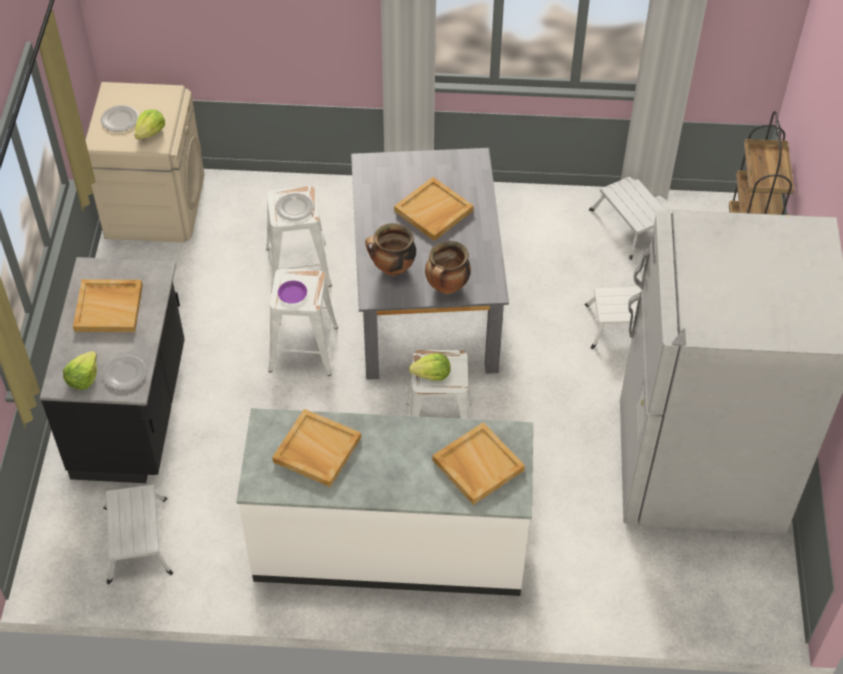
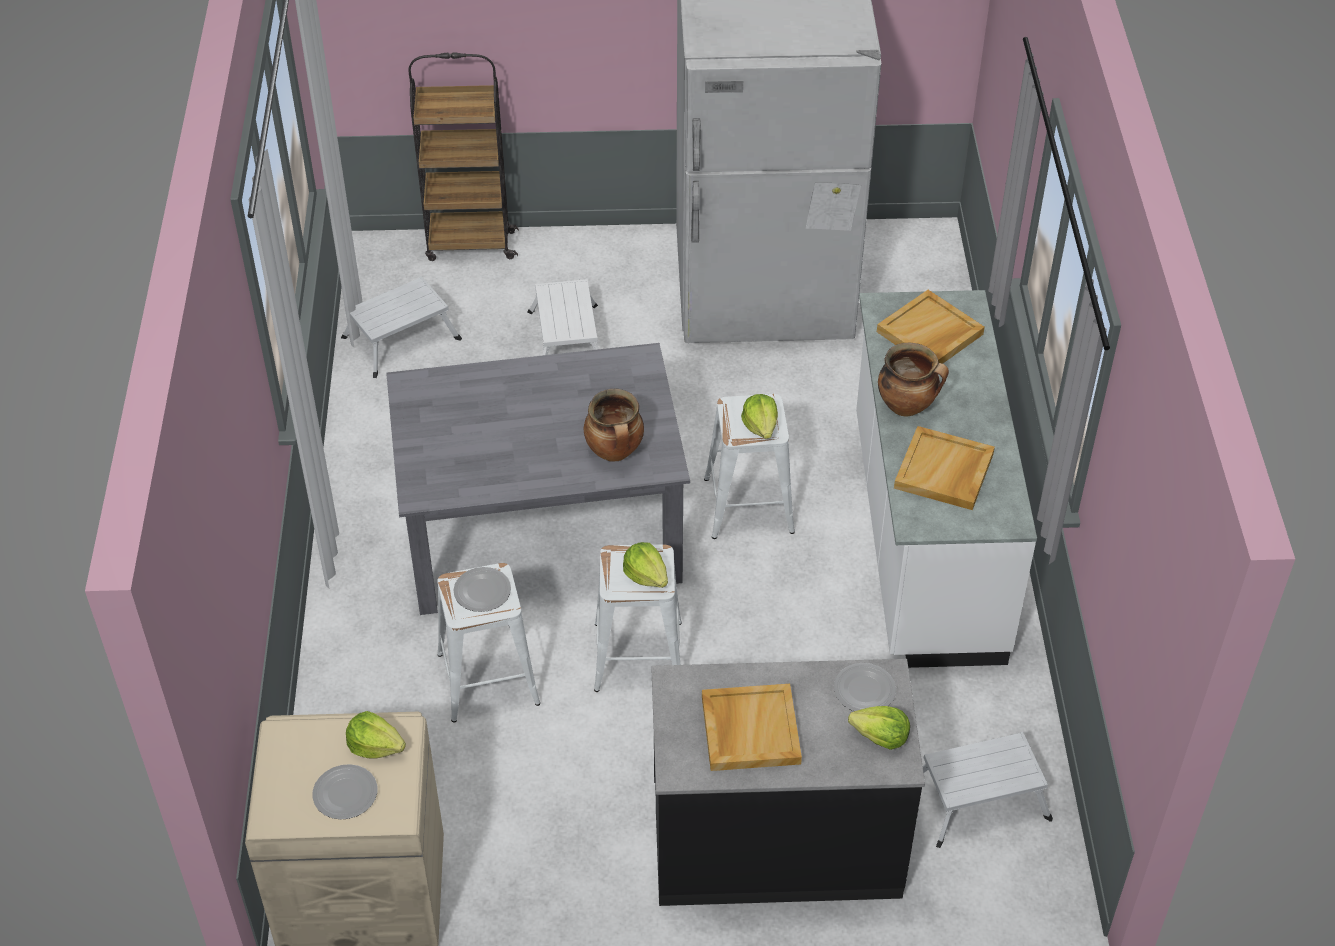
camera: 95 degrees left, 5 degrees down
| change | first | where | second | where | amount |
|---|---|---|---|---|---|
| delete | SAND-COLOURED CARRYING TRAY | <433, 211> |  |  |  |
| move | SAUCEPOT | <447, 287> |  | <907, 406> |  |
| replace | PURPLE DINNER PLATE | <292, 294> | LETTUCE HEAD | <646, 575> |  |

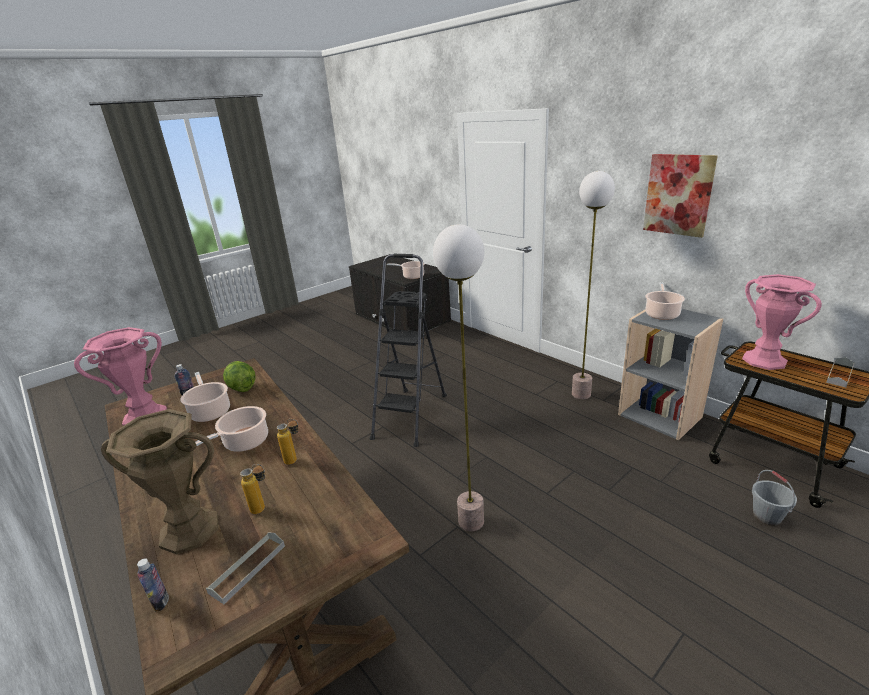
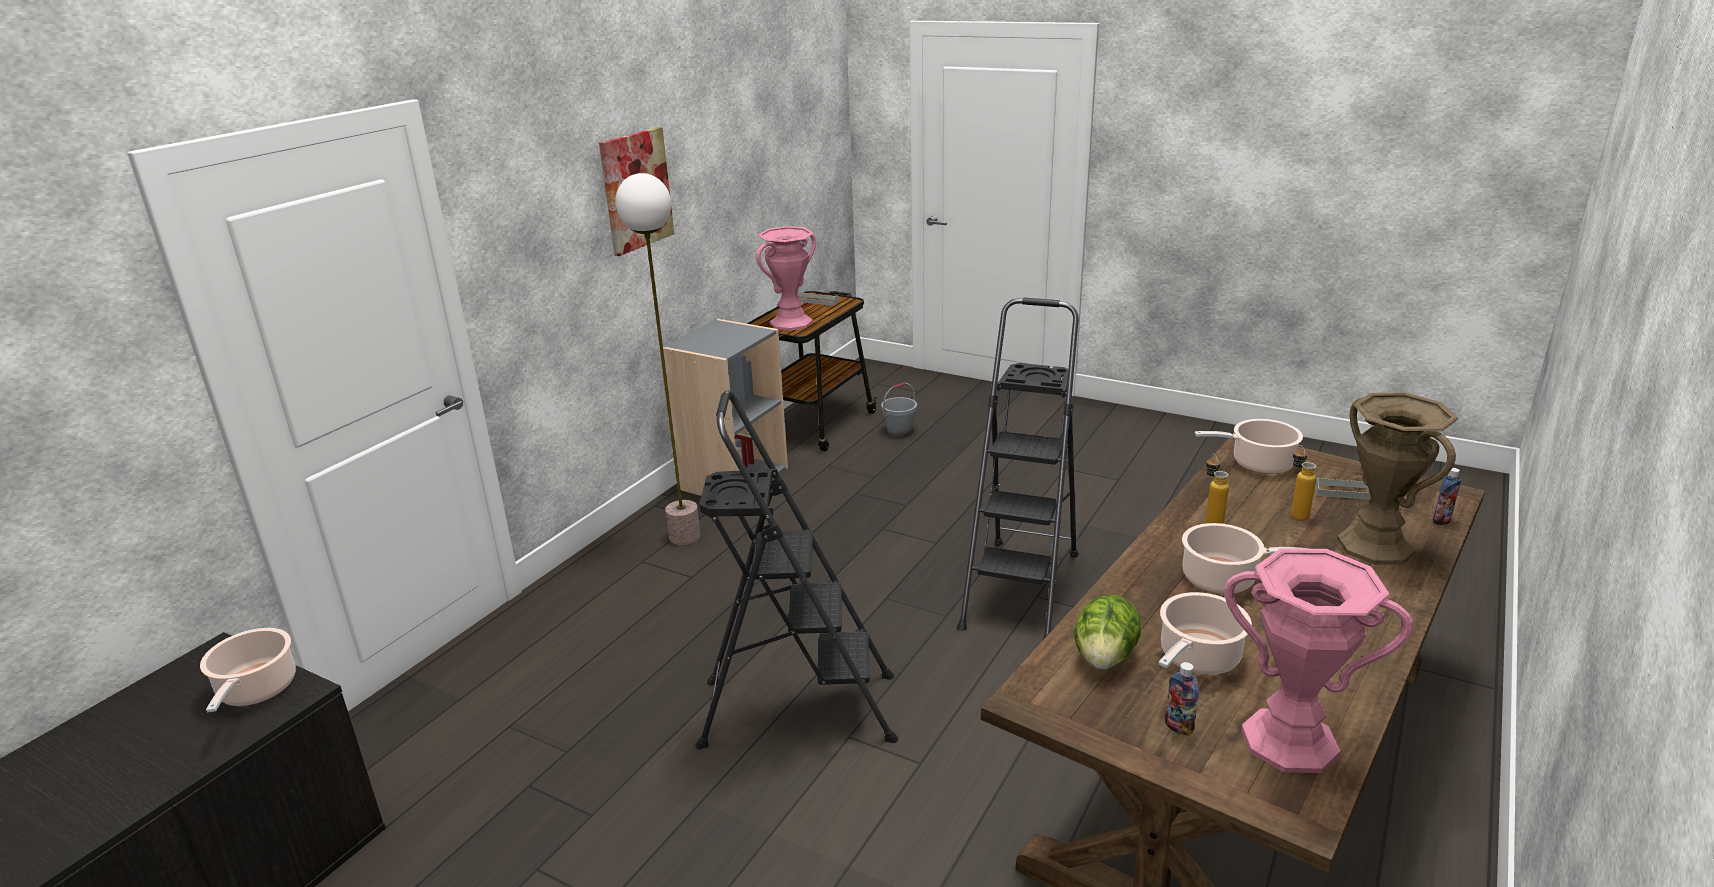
camera: 110 degrees left, 0 degrees up
| change | first | where | second | where | amount |
|---|---|---|---|---|---|
| replace | STANDARD LAMP | <471, 521> | STEP STOOL | <1021, 588> |  |
| move | SAUCEPOT | <661, 314> |  | <1258, 463> |  |

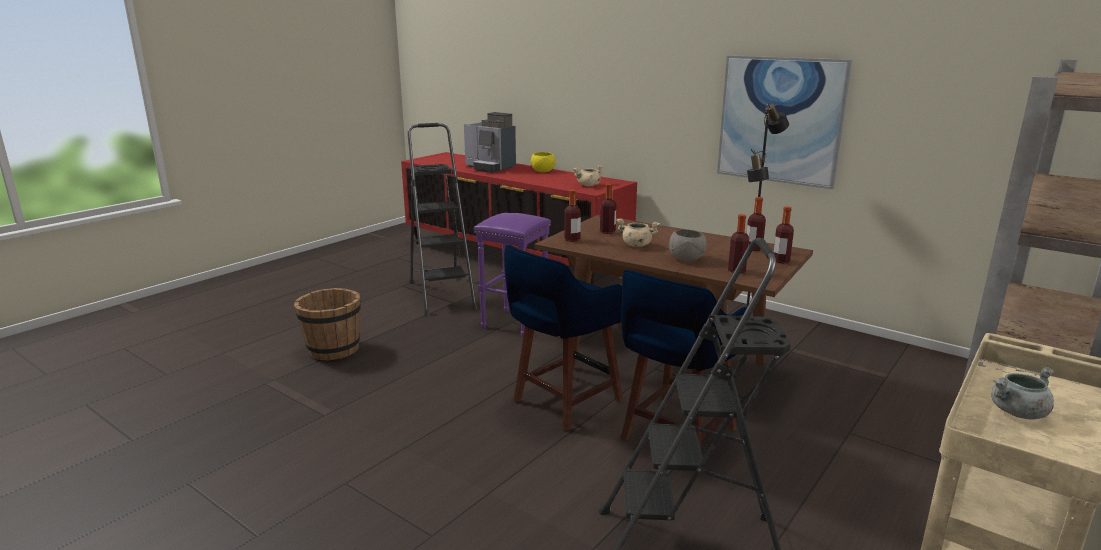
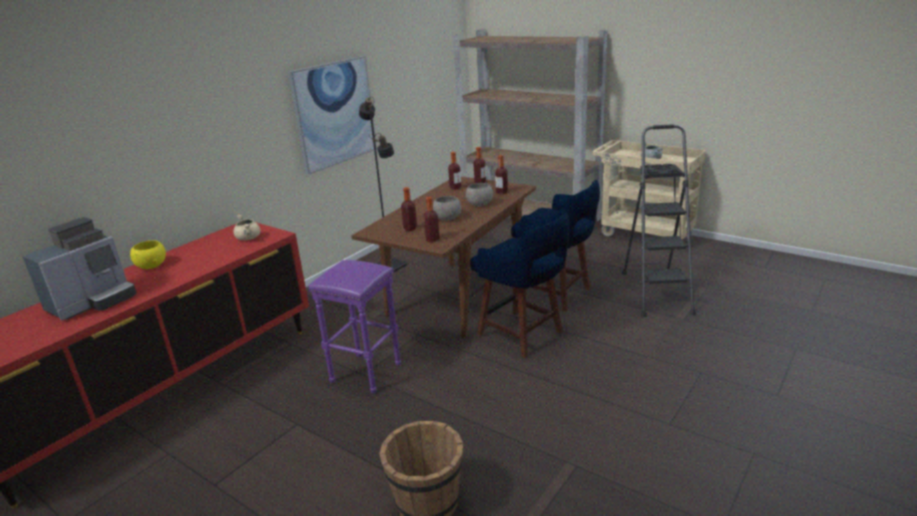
camera: 90 degrees left, 5 degrees up
| change | first | where | second | where | amount |
|---|---|---|---|---|---|
| delete | STEP STOOL | <441, 294> |  |  |  |
| replace | SAND-COLOURED SAUCEPOT | <636, 245> | GREY SERVING BOWL | <448, 218> |  |

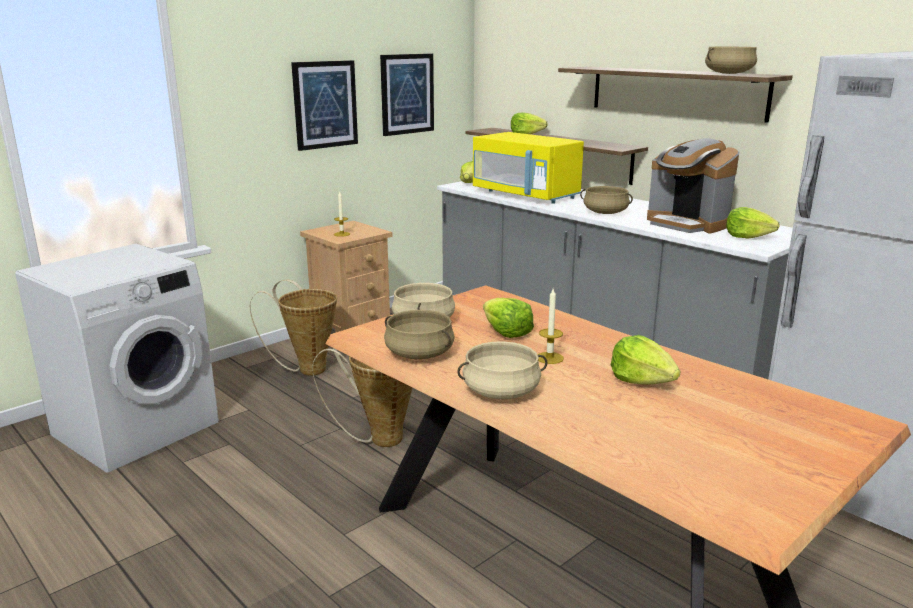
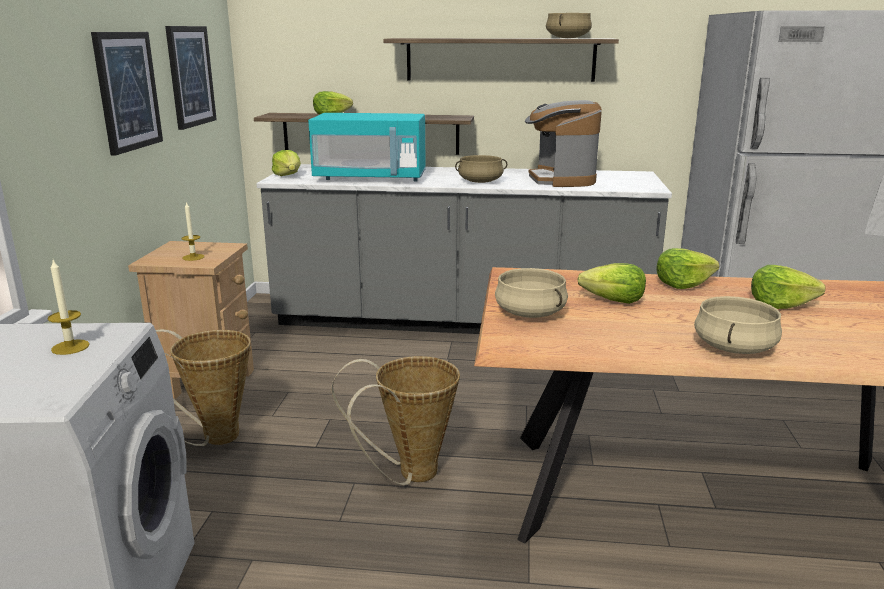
camera: 40 degrees left, 0 degrees up
| change | first | where | second | where | amount |
|---|---|---|---|---|---|
| recolor | YELLOW-COLOURED MICROWAVE OVEN | <525, 195> | BLUE-GREEN MICROWAVE OVEN | <371, 178> |  |
| rotate | COFFEE MACHINE | <687, 224> |  | <561, 180> | 75 degrees clockwise |
| move | LETTUCE HEAD | <747, 236> |  | <682, 284> |  |
| move | WAX CANDLE | <549, 358> |  | <70, 347> |  |
| delete | SAND-COLOURED SAUCEPOT | <419, 354> |  |  |  |

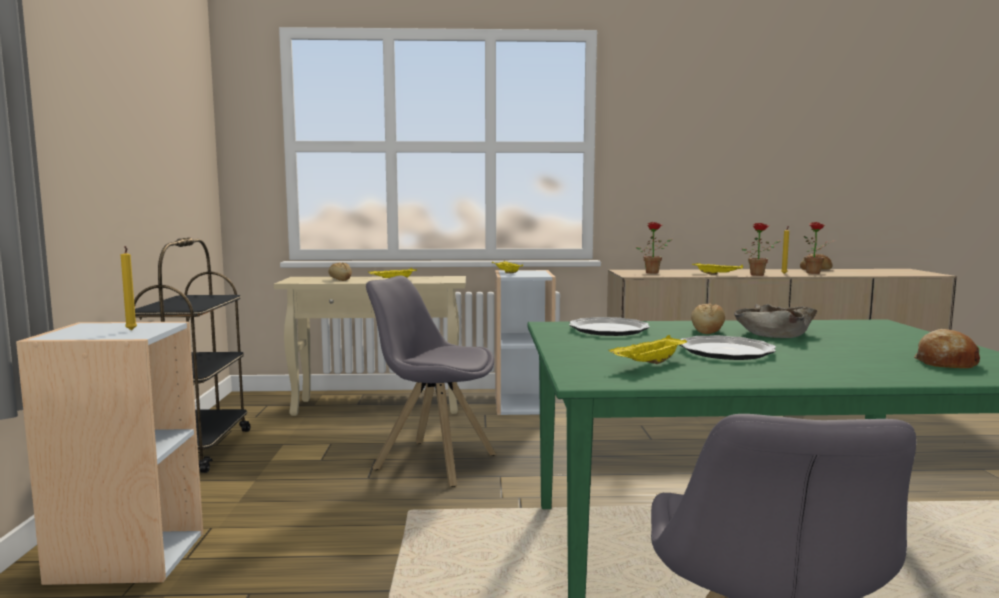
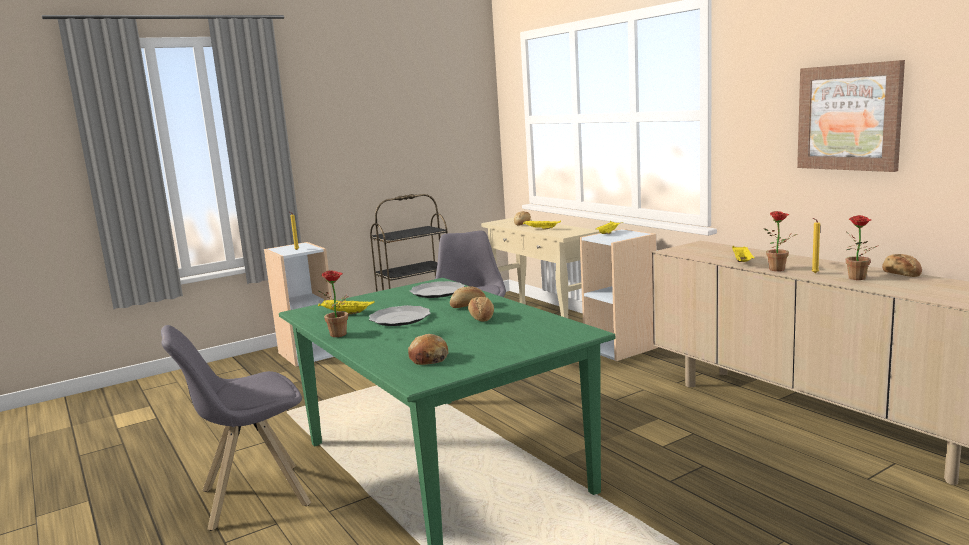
camera: 60 degrees right, 5 degrees up
| change | first | where | second | where | amount |
|---|---|---|---|---|---|
| move | PLANT IN A POT | <654, 272> |  | <341, 335> |  |
| replace | SAND-COLOURED SERVING BOWL | <774, 333> | BAKERY BREAD | <481, 318> |  |
| insert |  |  | WALL ART | <849, 117> |  |

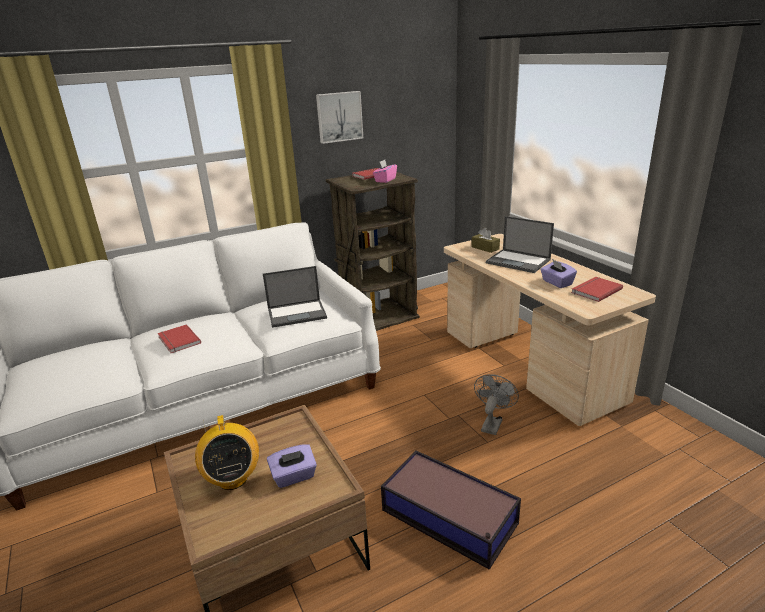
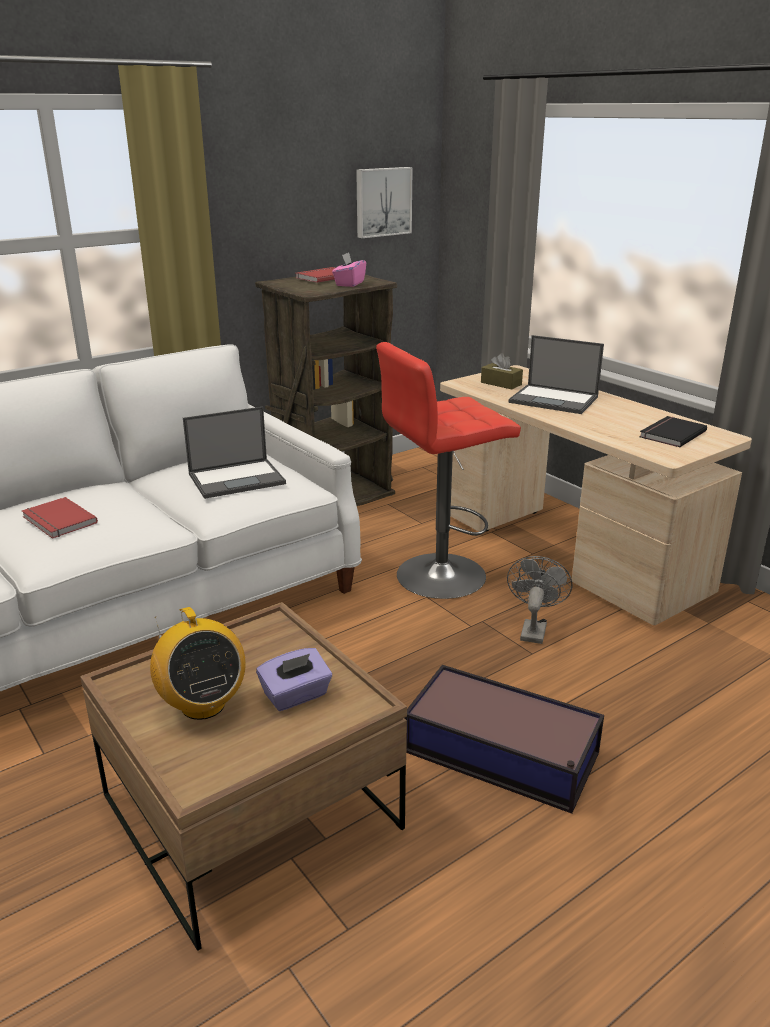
camera: 10 degrees left, 0 degrees up
| change | first | where | second | where | amount |
|---|---|---|---|---|---|
| move | WALL ART | <339, 117> |  | <382, 202> |  |
| delete | PURPLE TISSUE HOLDER | <556, 283> |  |  |  |
| recolor | RED VOLUME | <595, 290> | BLACK VOLUME | <670, 434> |  |
| insert |  |  | RED SITTING STOOL | <439, 575> |  |

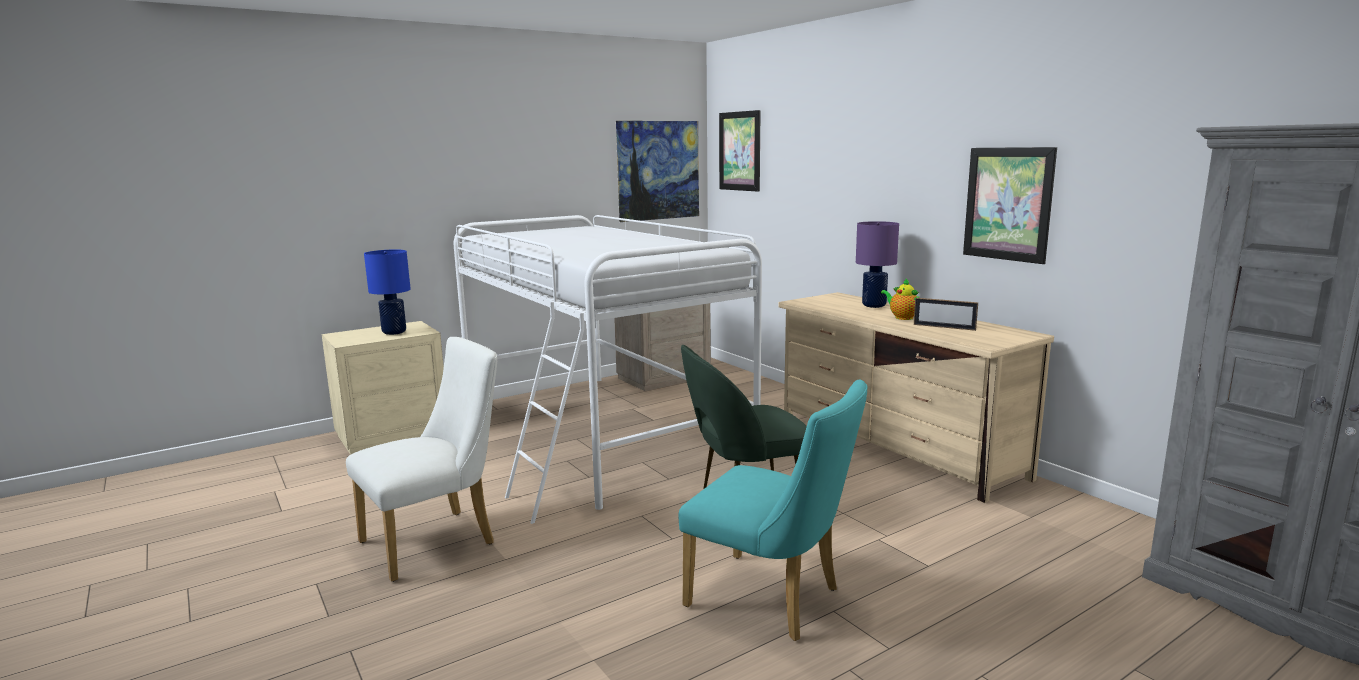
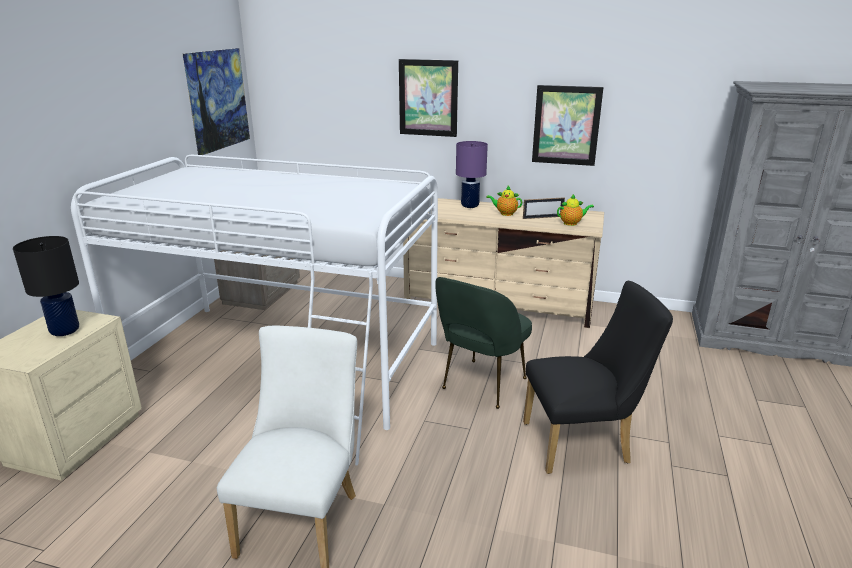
camera: 40 degrees left, 10 degrees up
| change | first | where | second | where | amount |
|---|---|---|---|---|---|
| move | WALL ART | <740, 151> |  | <428, 98> |  |
| recolor | BLUISH TABLETOP LAMP | <394, 333> | BLACK TABLETOP LAMP | <65, 332> |  |
| recolor | BLUE-GREEN CHAIR | <773, 600> | BLACK CHAIR | <583, 443> |  |
| insert |  |  | TEAPOT | <572, 223> |  |

